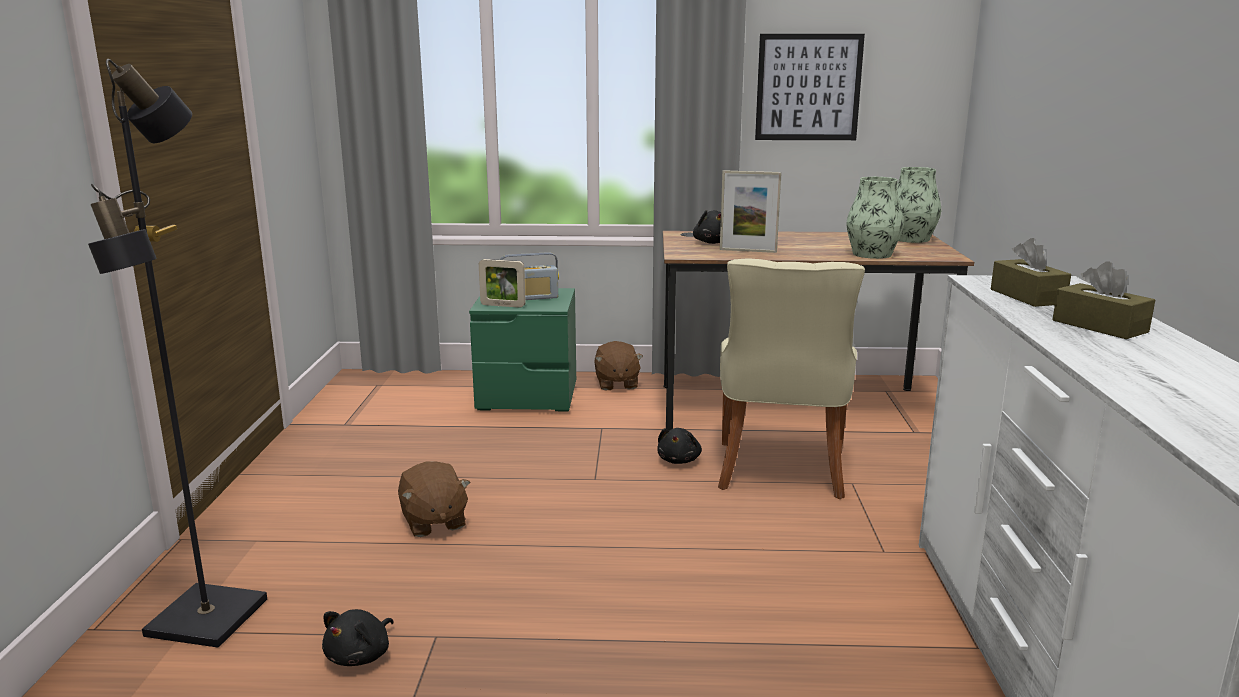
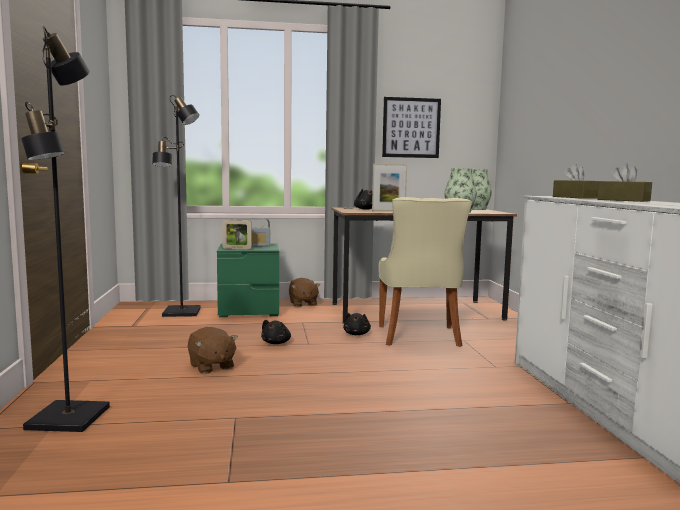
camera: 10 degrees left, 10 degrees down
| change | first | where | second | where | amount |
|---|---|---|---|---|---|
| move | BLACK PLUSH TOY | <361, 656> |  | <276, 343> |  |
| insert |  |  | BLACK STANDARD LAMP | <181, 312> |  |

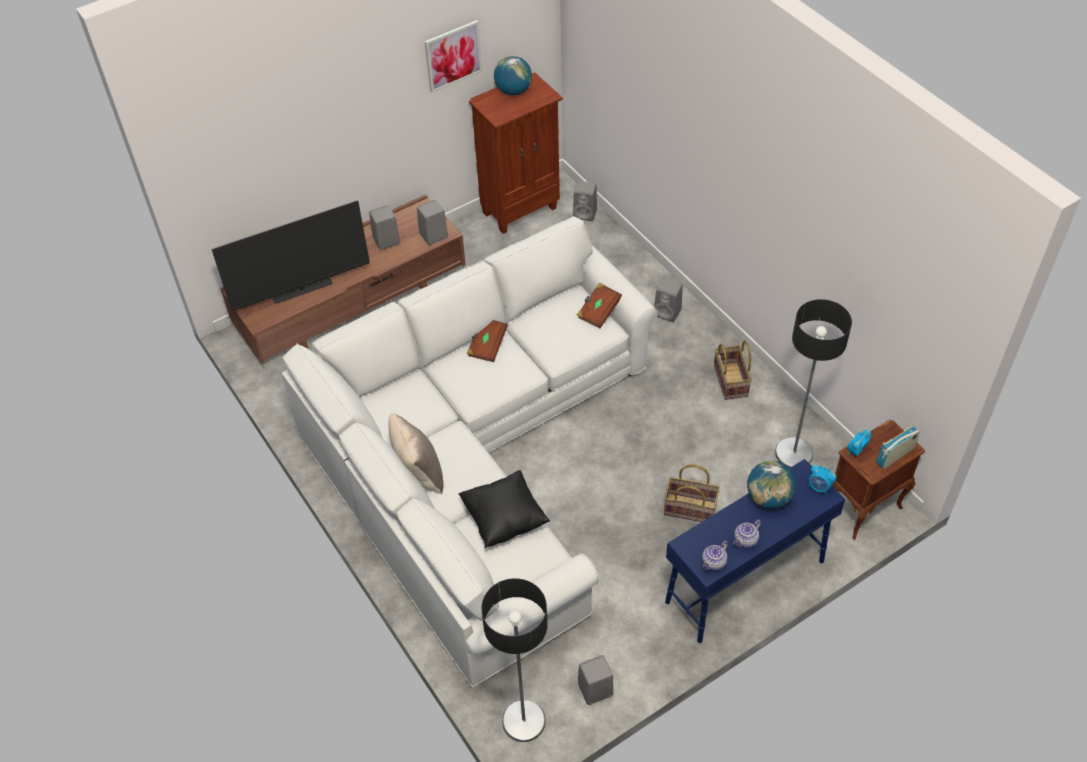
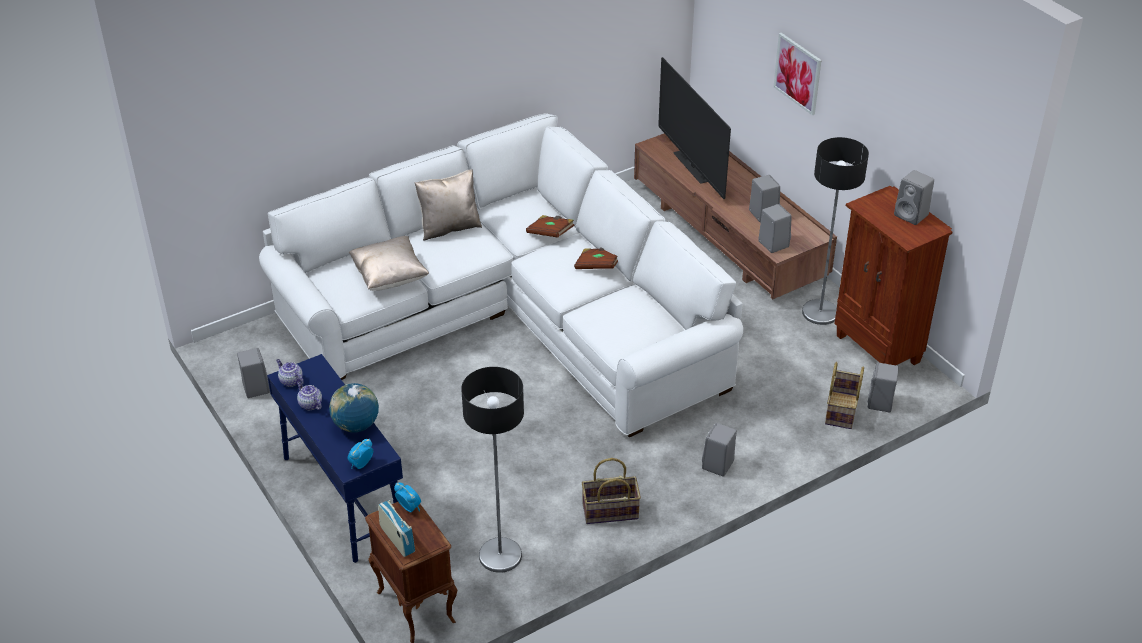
camera: 90 degrees right, 10 degrees down
| change | first | where | second | where | amount |
|---|---|---|---|---|---|
| move | WALL ART | <453, 56> |  | <798, 73> |  |
| replace | GLOBE | <513, 91> | GREY SPEAKER | <912, 215> |  |
| move | BROWN VOLUME | <598, 311> |  | <550, 233> |  |
| move | STORAGE BASKET | <690, 508> |  | <842, 410> |  |
| recolor | BLACK THROW PILLOW | <504, 519> | SAND-COLOURED THROW PILLOW | <390, 277> |  |
| move | STANDARD LAMP | <523, 721> |  | <820, 313> |  |

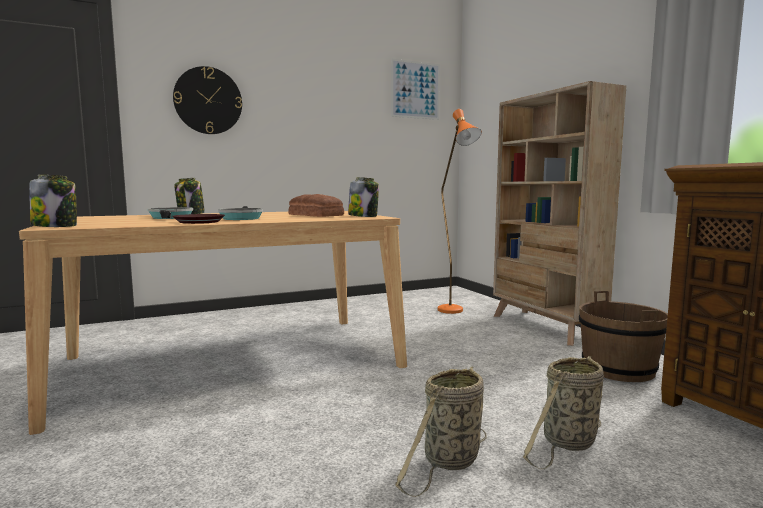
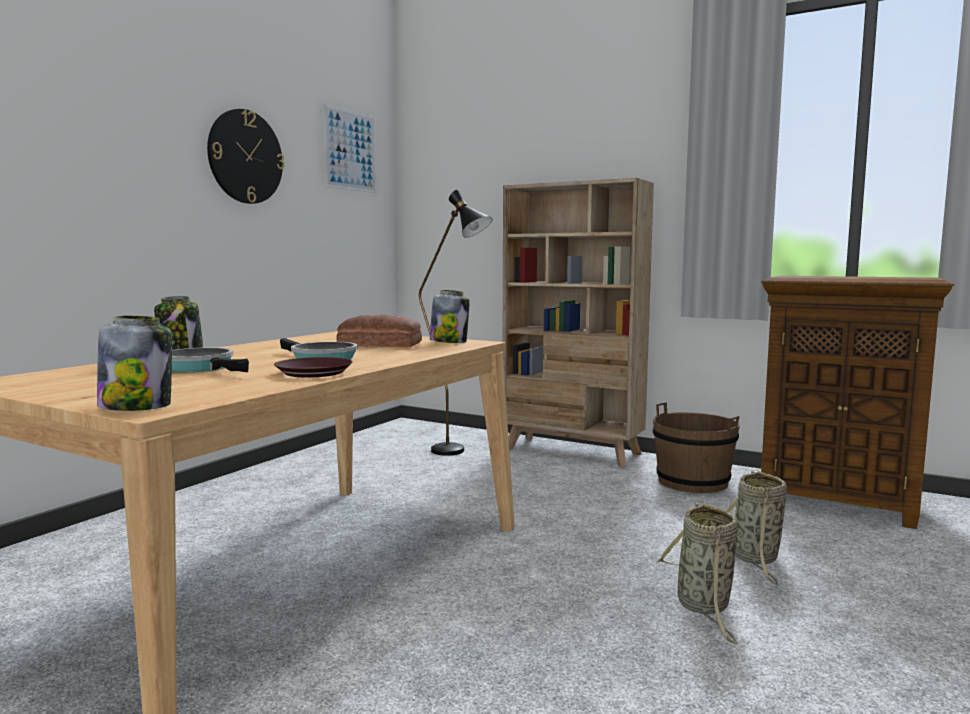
camera: 35 degrees left, 0 degrees up
| change | first | where | second | where | amount |
|---|---|---|---|---|---|
| move | WALL CLOCK | <208, 101> |  | <245, 157> |  |
| recolor | ORANGE STANDARD LAMP | <455, 312> | BLACK STANDARD LAMP | <458, 452> |  |

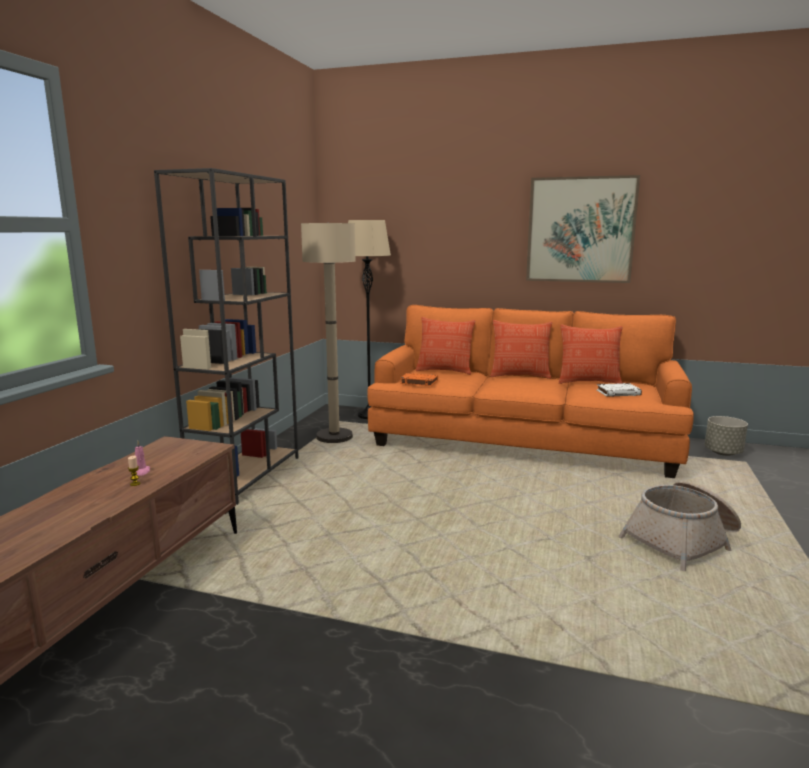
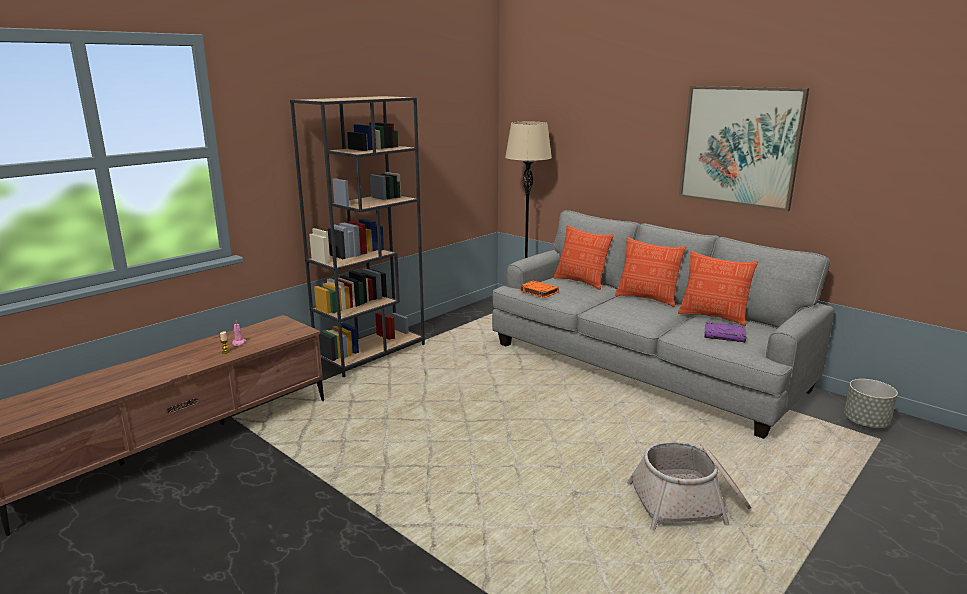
camera: 25 degrees right, 5 degrees up
| change | first | where | second | where | amount |
|---|---|---|---|---|---|
| delete | SAND-COLOURED STANDARD LAMP | <334, 437> |  |  |  |
| recolor | ORANGE SETTEE | <522, 442> | GREY SETTEE | <643, 366> |  |
| recolor | WHITE-COLOURED VOLUME | <618, 393> | PURPLE VOLUME | <725, 335> |  |

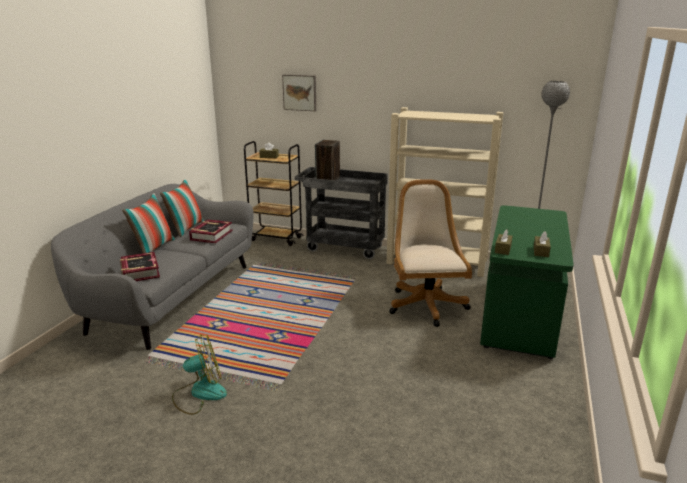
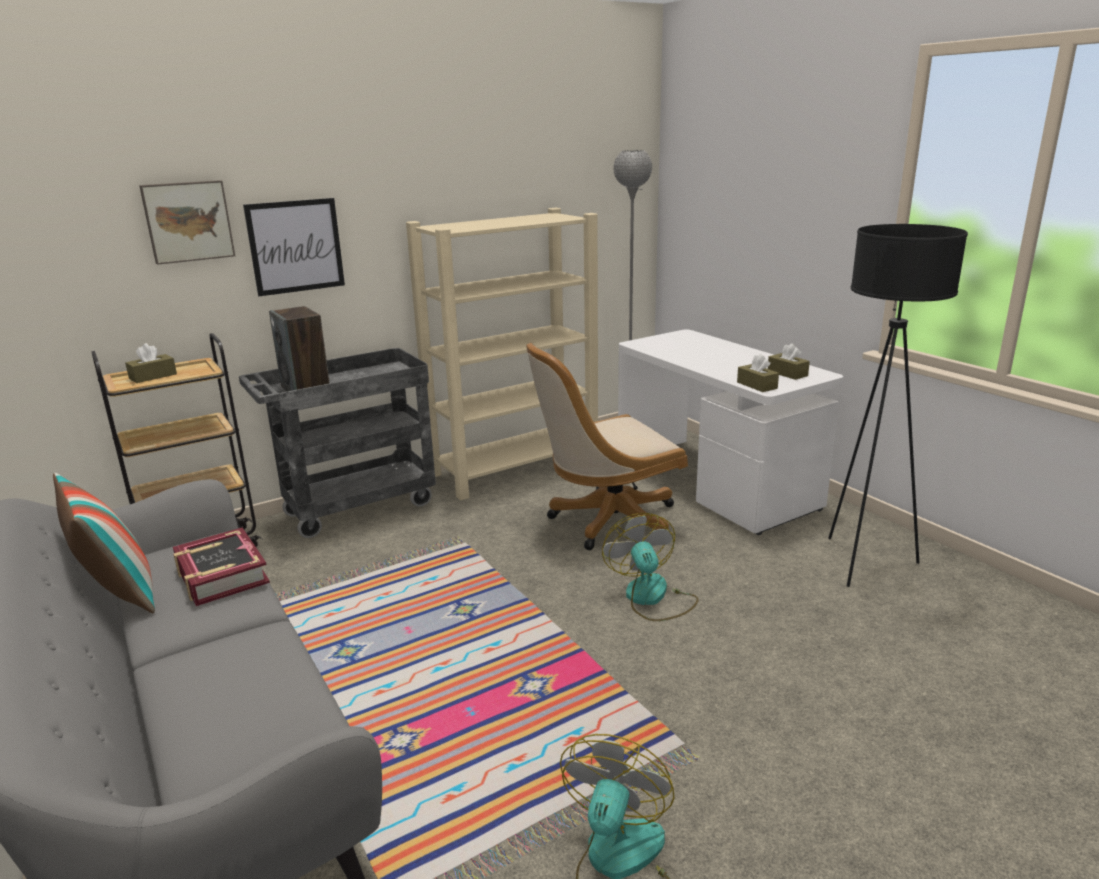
camera: 50 degrees left, 0 degrees up
| change | first | where | second | where | amount |
|---|---|---|---|---|---|
| rotate | COMPUTER CHAIR | <425, 302> |  | <606, 522> | 60 degrees counterclockwise |
| delete | THROW PILLOW | <153, 248> |  |  |  |
| recolor | GREEN-COLOURED DESK | <520, 316> | WHITE-COLOURED DESK | <715, 484> |  |
| delete | VOLUME | <140, 272> |  |  |  |
| insert |  |  | WALL ART | <295, 246> |  |
| insert |  |  | BLACK STANDARD LAMP | <863, 562> |  |
| insert |  |  | ELECTRIC FAN | <651, 598> |  |

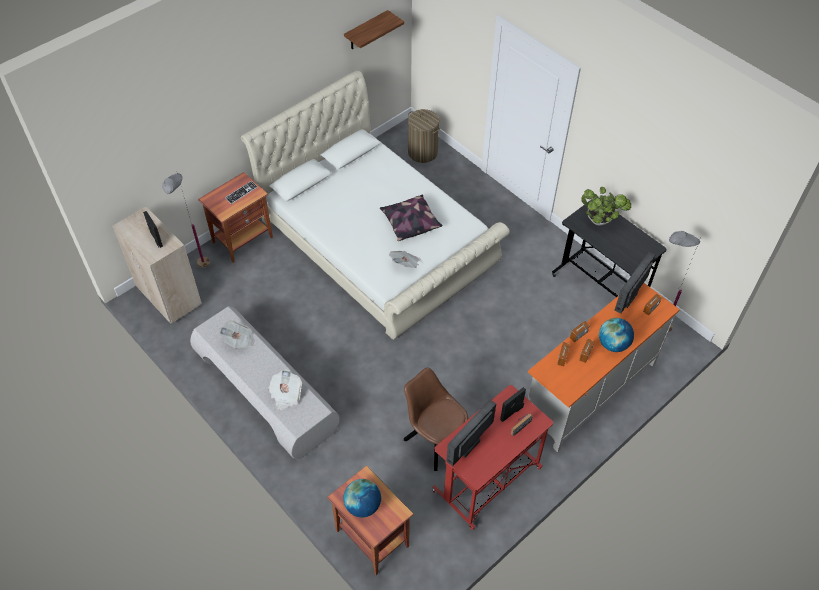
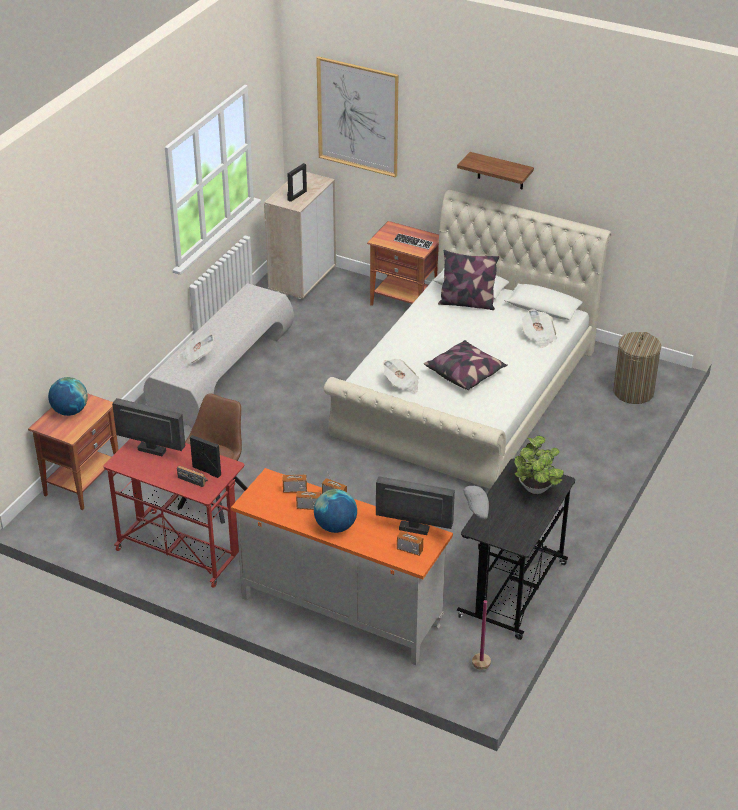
camera: 70 degrees right, 15 degrees down
| change | first | where | second | where | amount |
|---|---|---|---|---|---|
| move | SHELF | <366, 31> |  | <500, 171> |  |
| delete | GREY STANDARD LAMP | <201, 273> |  |  |  |
| move | DAILY PAPER | <239, 340> |  | <538, 337> |  |
| insert |  |  | WALL ART | <358, 116> |  |
| insert |  |  | THROW PILLOW | <467, 303> |  |

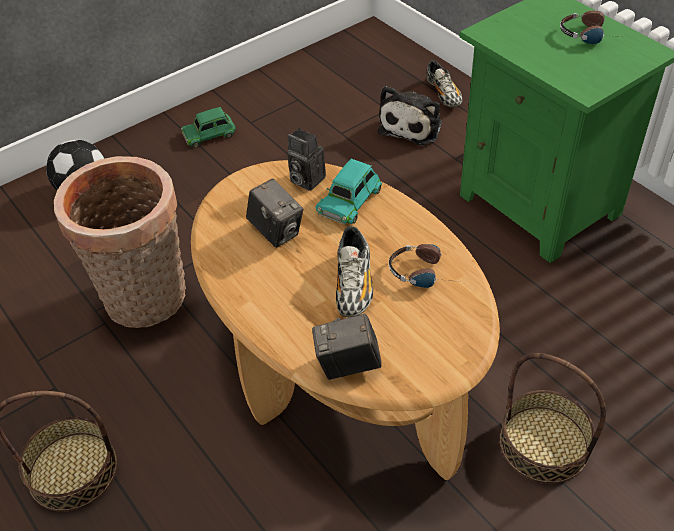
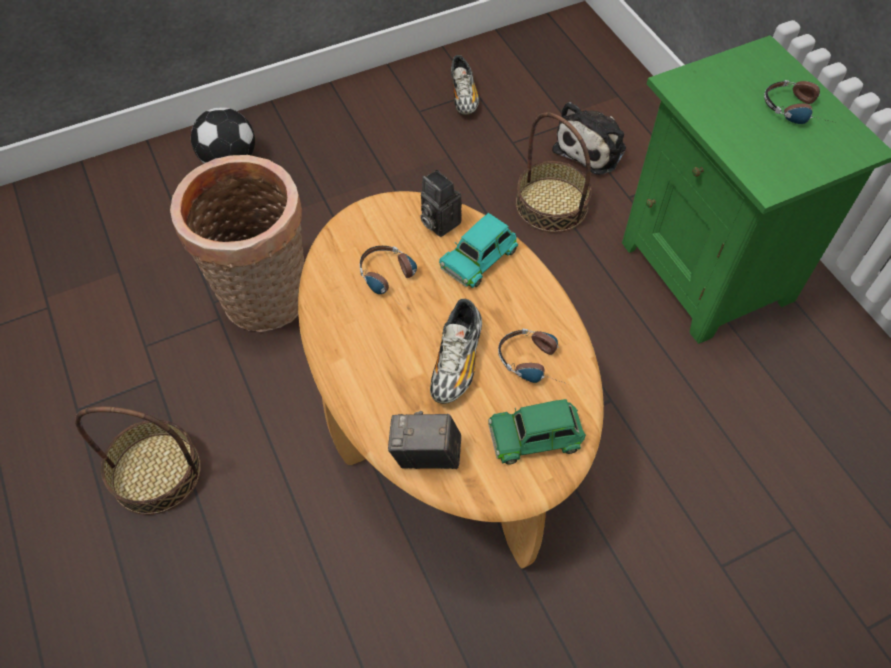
camera: 10 degrees right, 10 degrees up
| change | first | where | second | where | amount |
|---|---|---|---|---|---|
| move | SHOE | <443, 94> |  | <463, 96> |  |
| move | GREEN-COLOURED MINIATURE CAR | <209, 134> |  | <536, 435> |  |
| replace | STILL CAMERA | <276, 231> | HEADPHONES | <392, 280> |  |
| move | STORAGE BASKET | <544, 443> |  | <552, 205> |  |

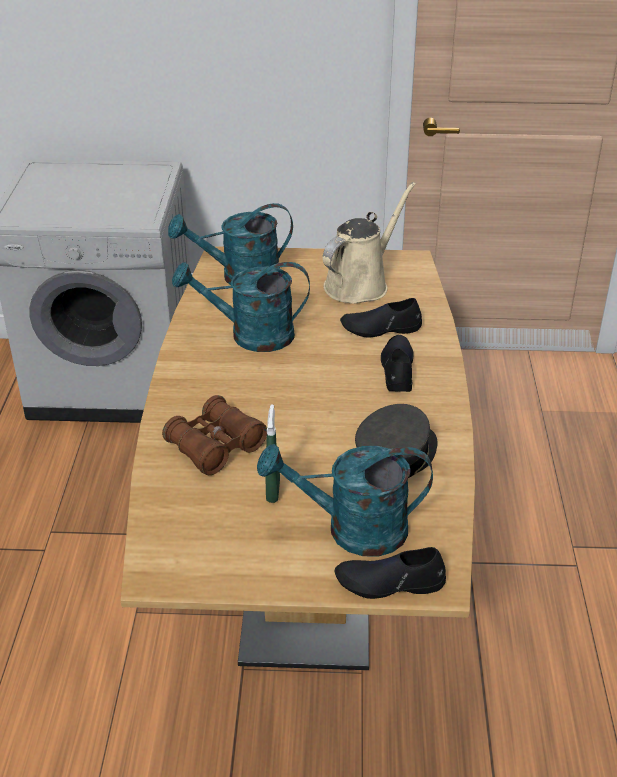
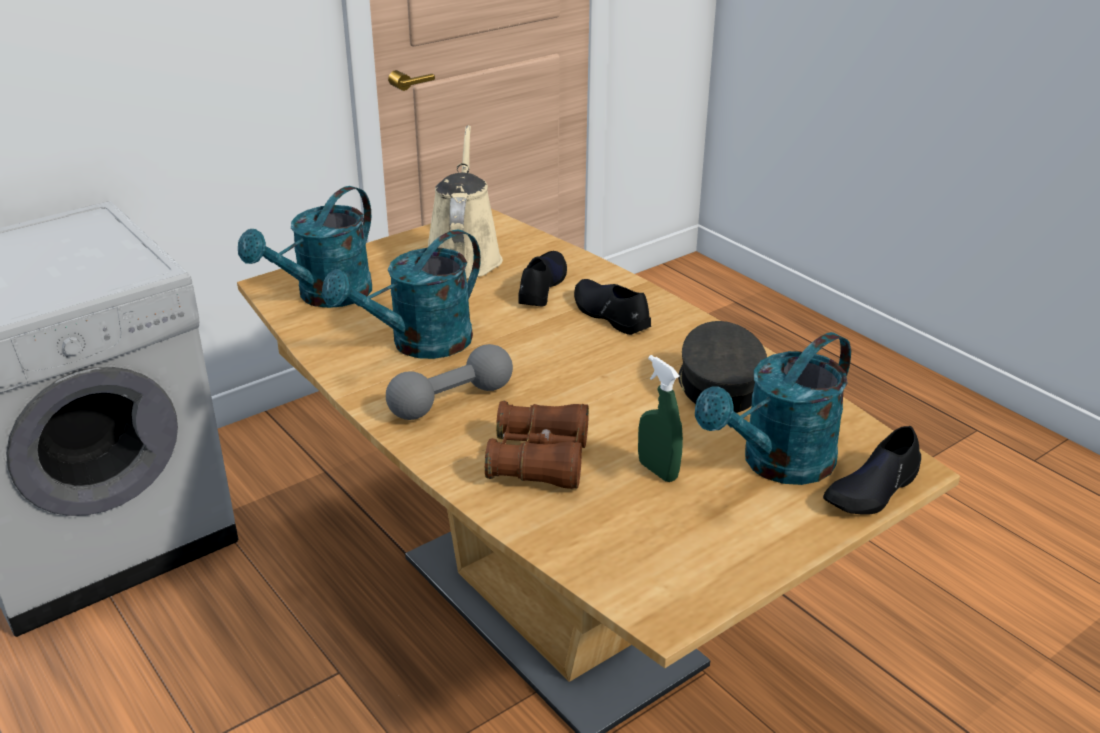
camera: 40 degrees left, 5 degrees down
| change | first | where | second | where | amount |
|---|---|---|---|---|---|
| rotate | BLACK SHOE | <380, 328> |  | <541, 286> | 150 degrees clockwise |
| insert |  |  | GREY HAND WEIGHT | <451, 401> |  |

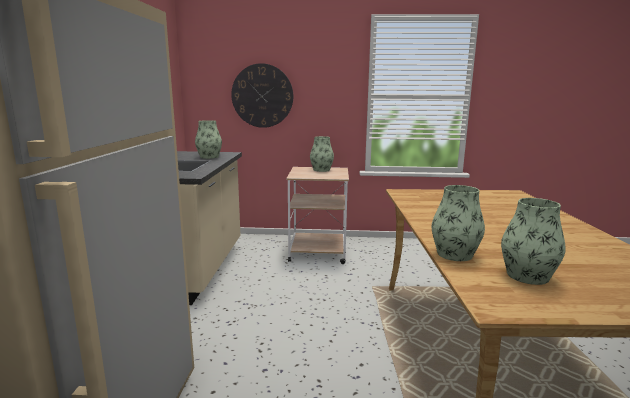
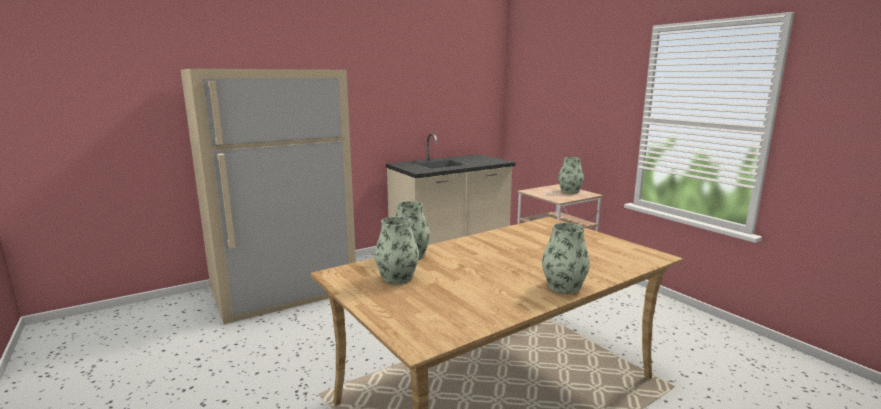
camera: 55 degrees right, 0 degrees up
| change | first | where | second | where | amount |
|---|---|---|---|---|---|
| delete | WALL CLOCK | <262, 96> |  |  |  |
| move | VASE | <209, 157> |  | <563, 286> |  |

